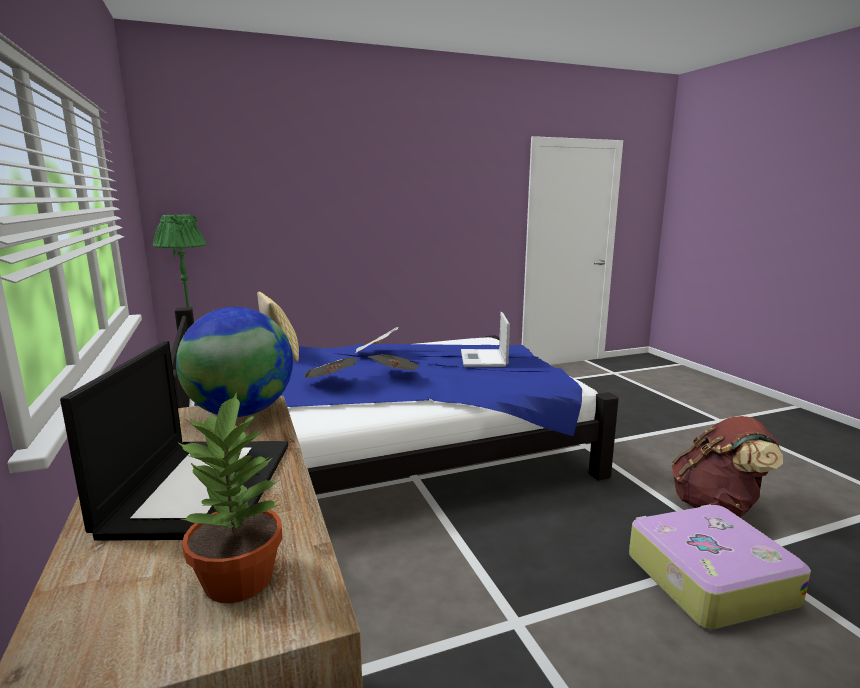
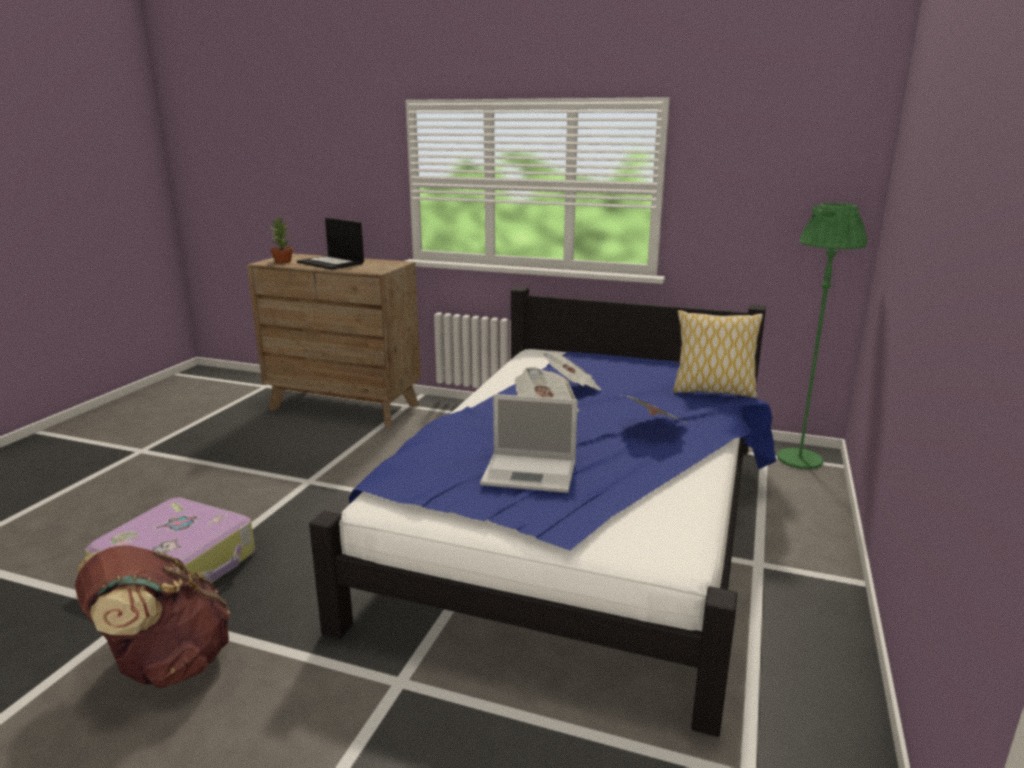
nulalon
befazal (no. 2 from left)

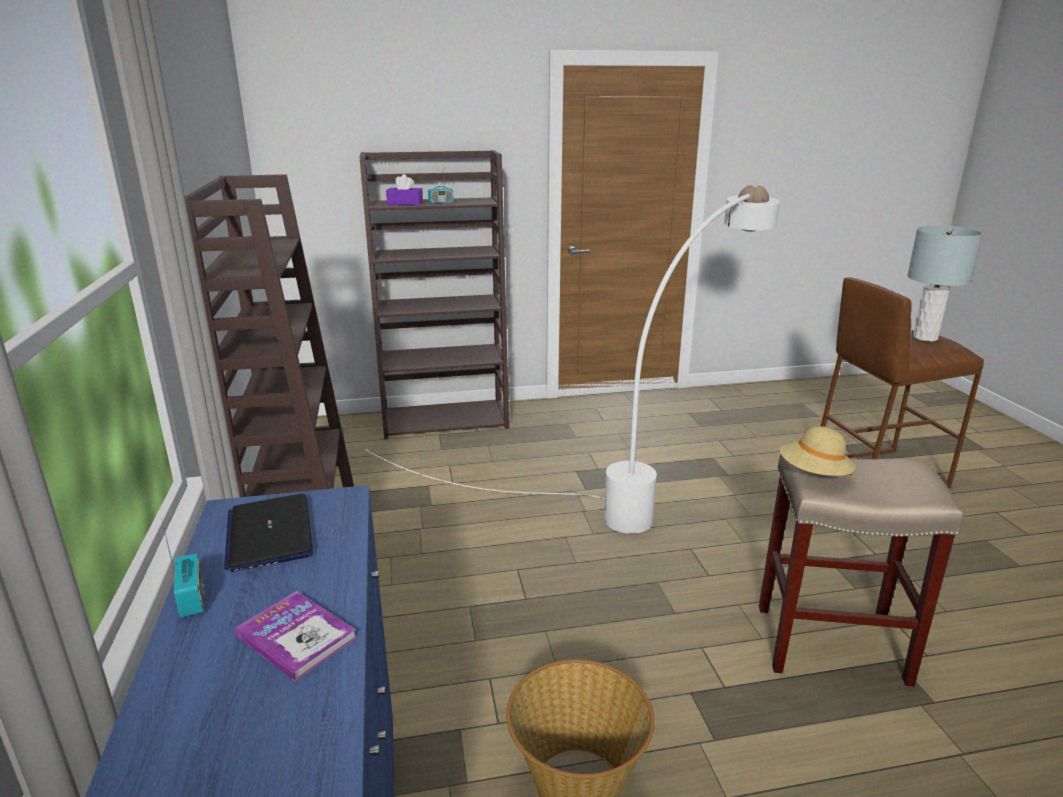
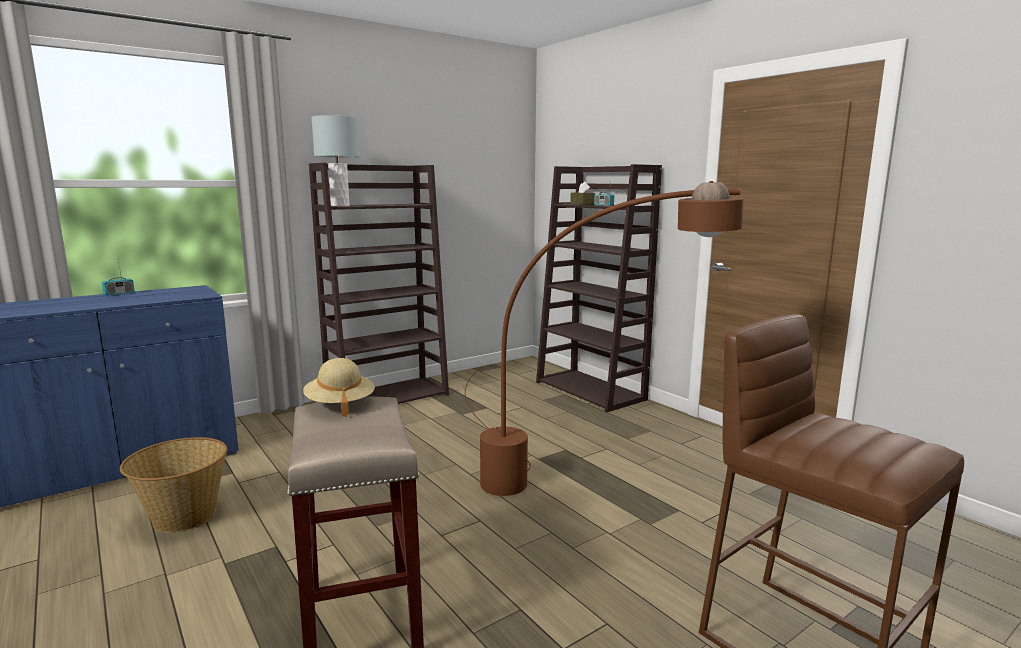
befazal
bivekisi
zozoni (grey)
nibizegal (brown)
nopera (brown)

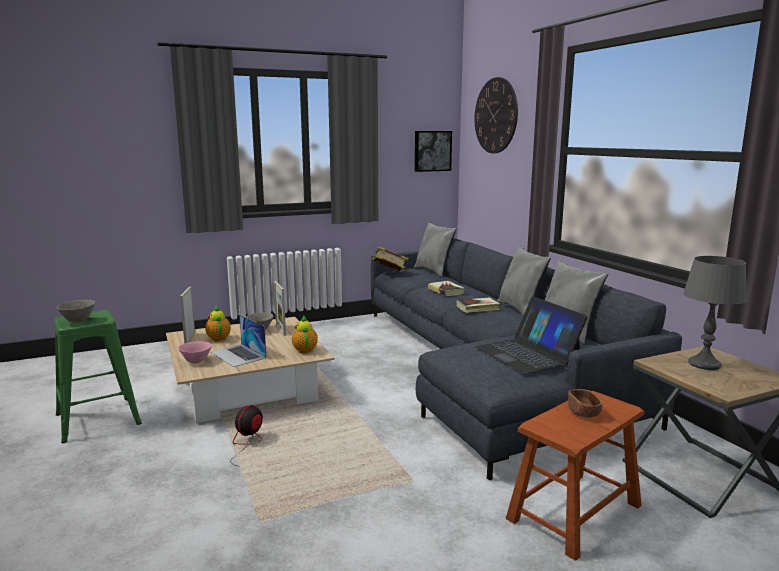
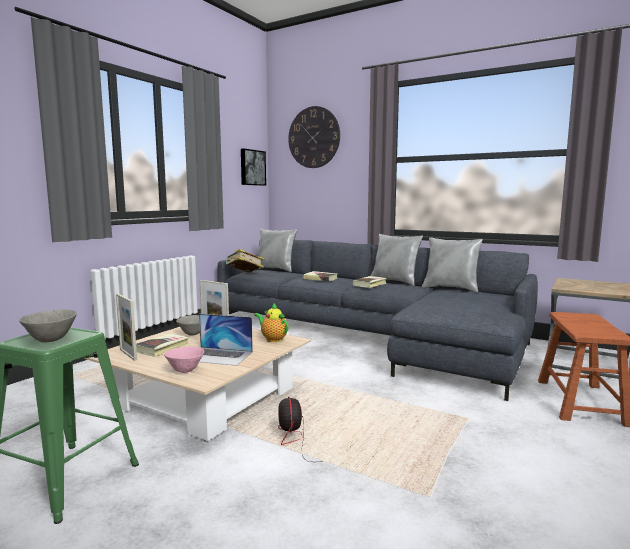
befazal (no. 2 from left in the first image)
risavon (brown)
zozoni (grey)
bivekisi (no. 1 from left)

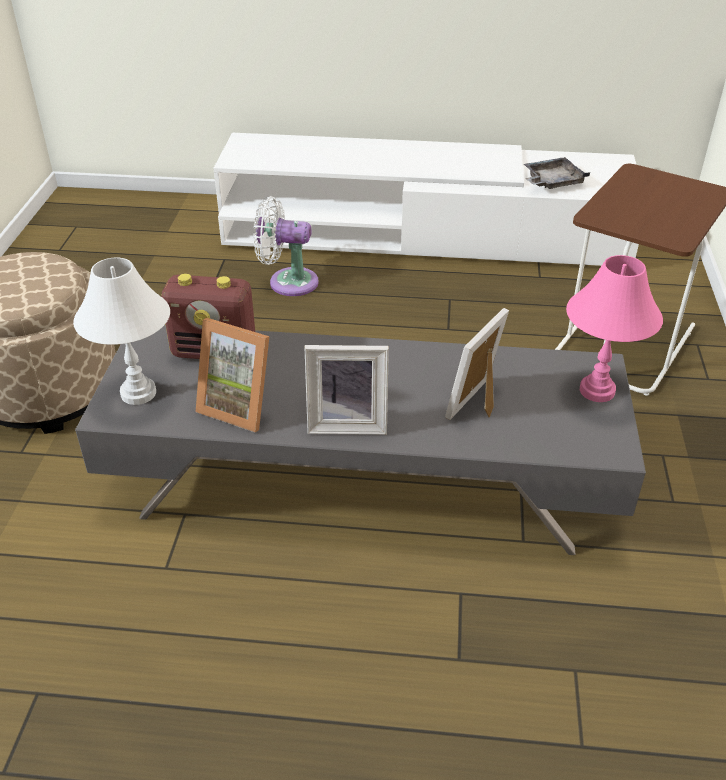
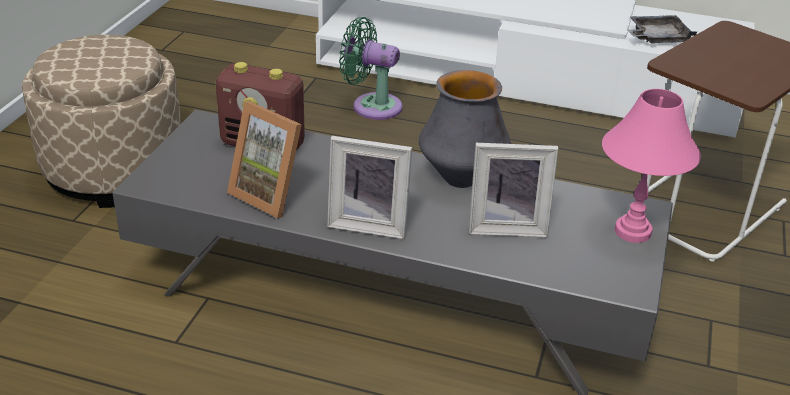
zozoni (white)
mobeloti
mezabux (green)
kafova (no. 3 from left)

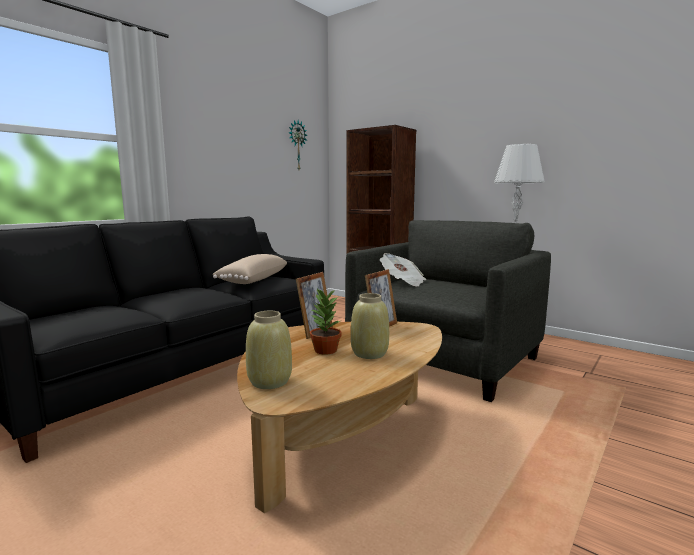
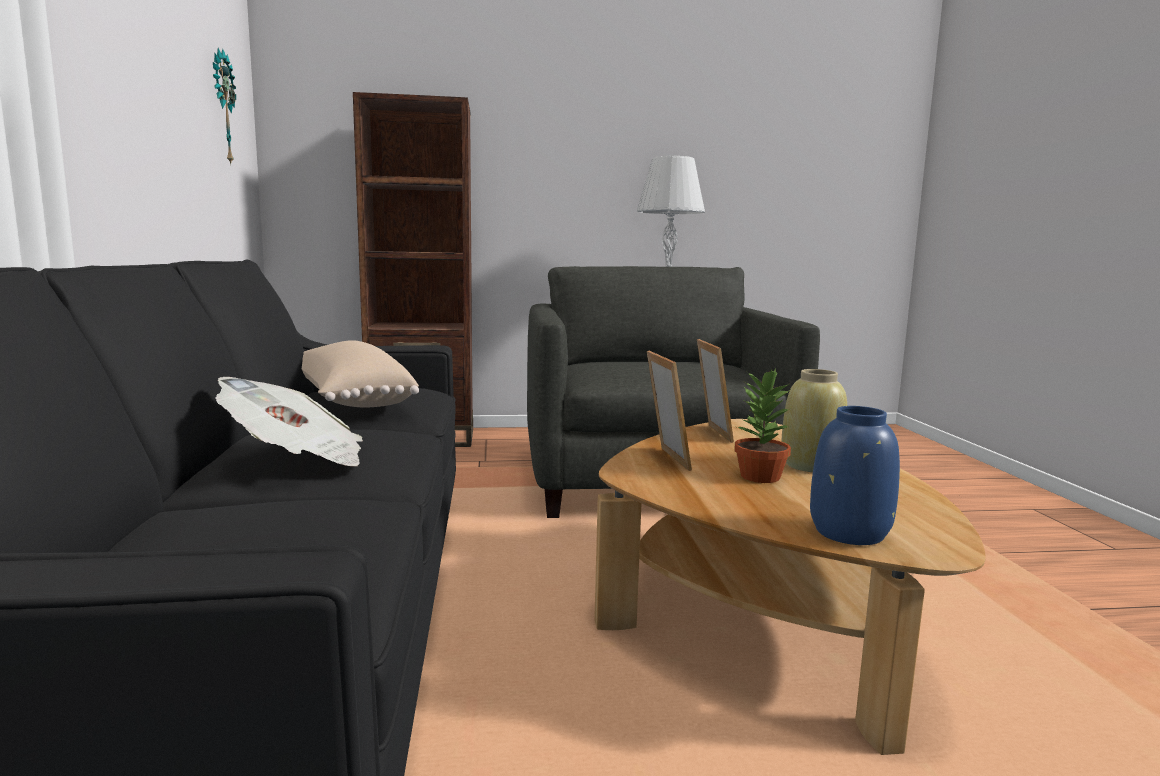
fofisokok
mobeloti (blue)

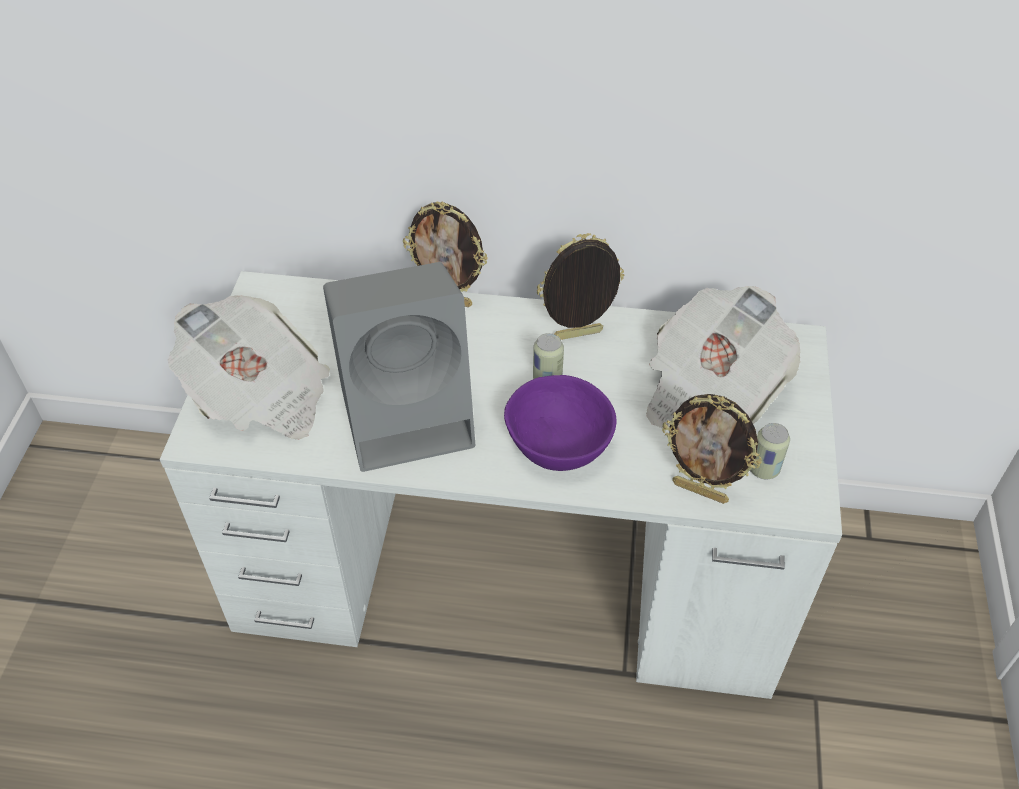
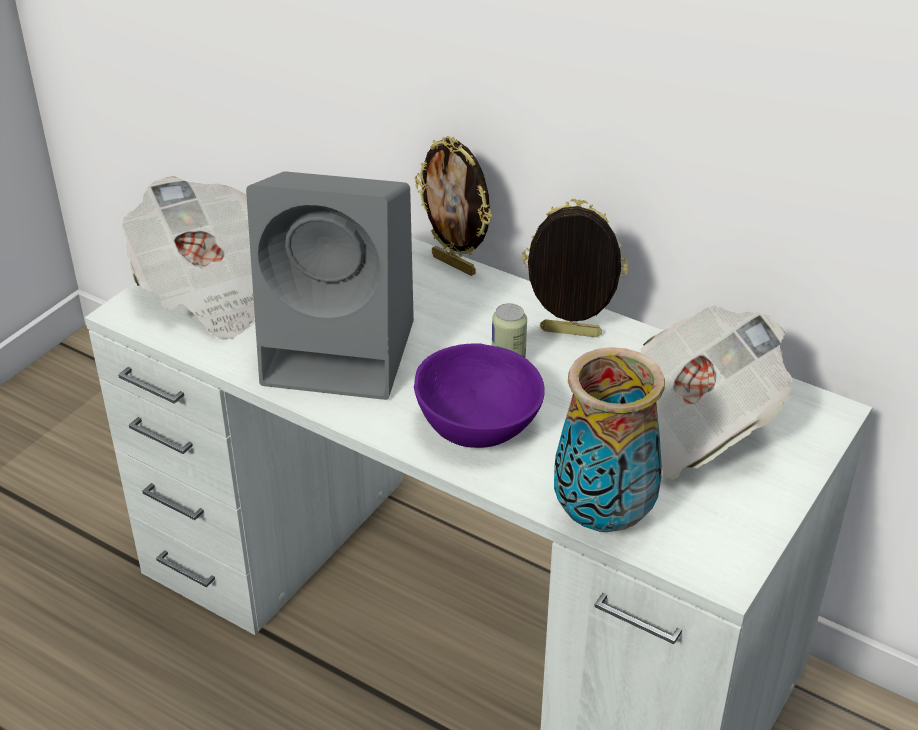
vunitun (no. 2 from left in the first image)
mobeloti

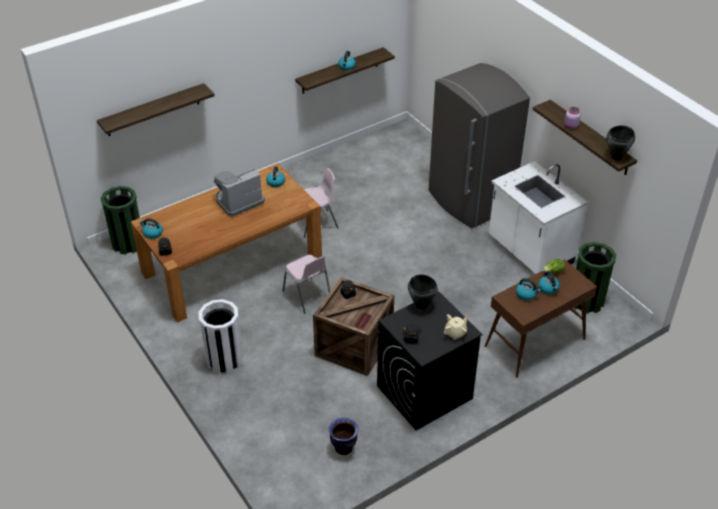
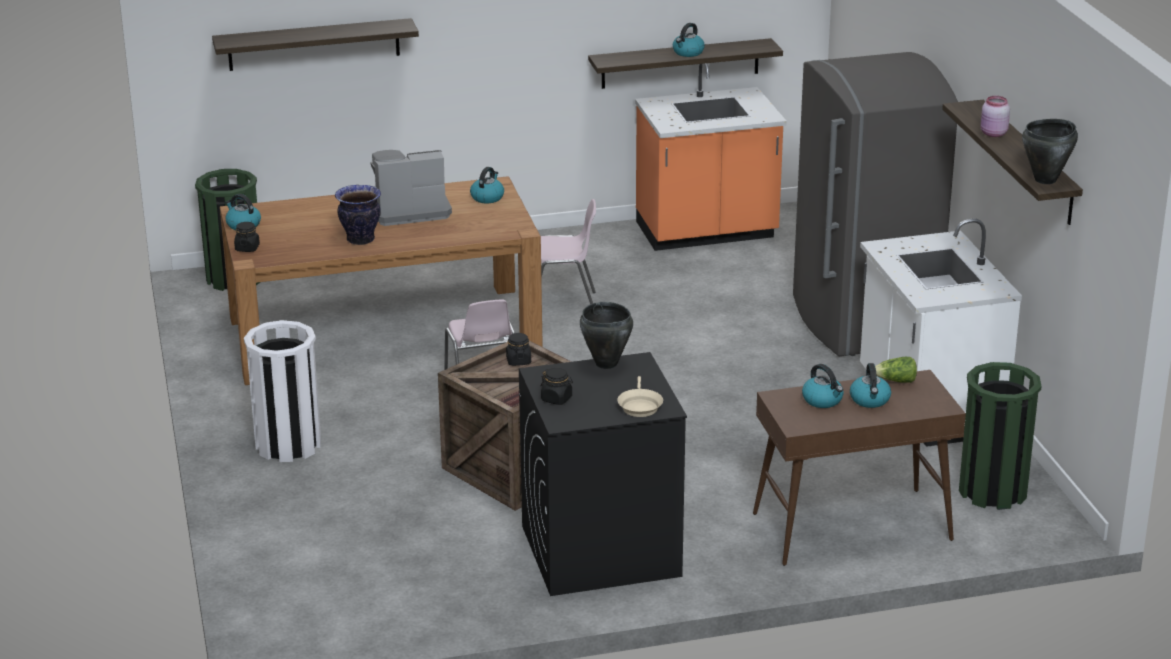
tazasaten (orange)
mobeloti
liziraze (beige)

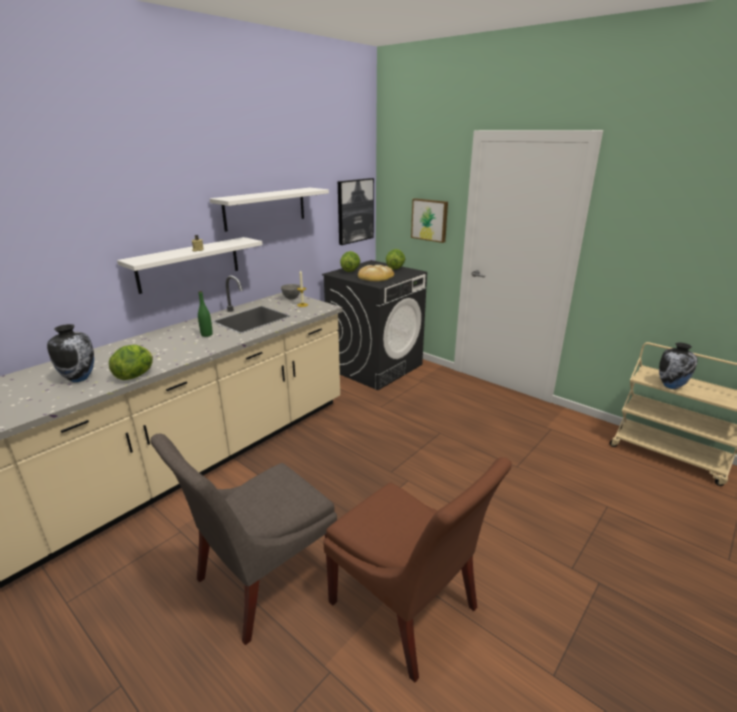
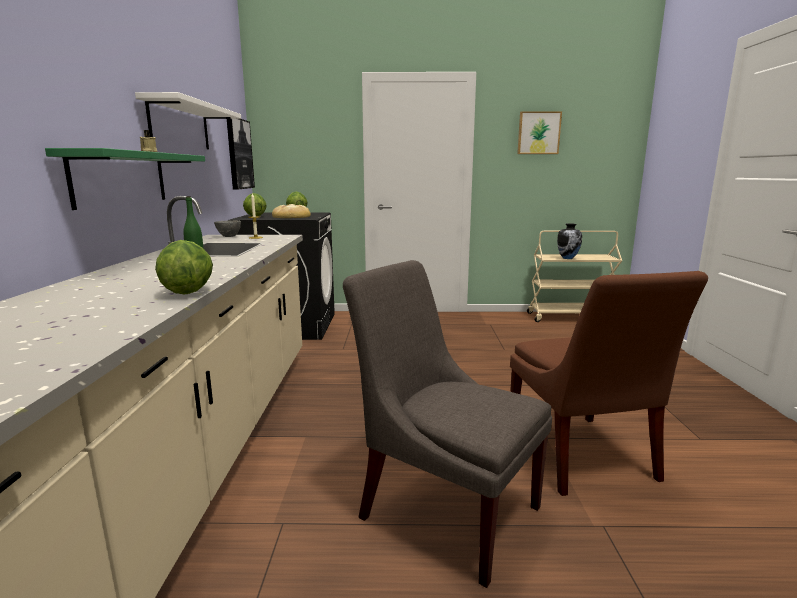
mobeloti (no. 1 from left in the first image)
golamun (no. 2 from left)
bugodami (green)
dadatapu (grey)
dadatapu (brown)

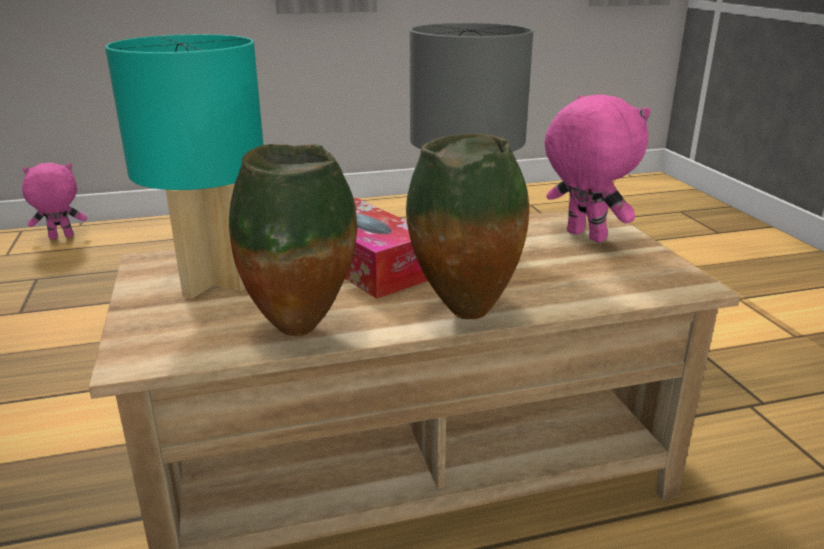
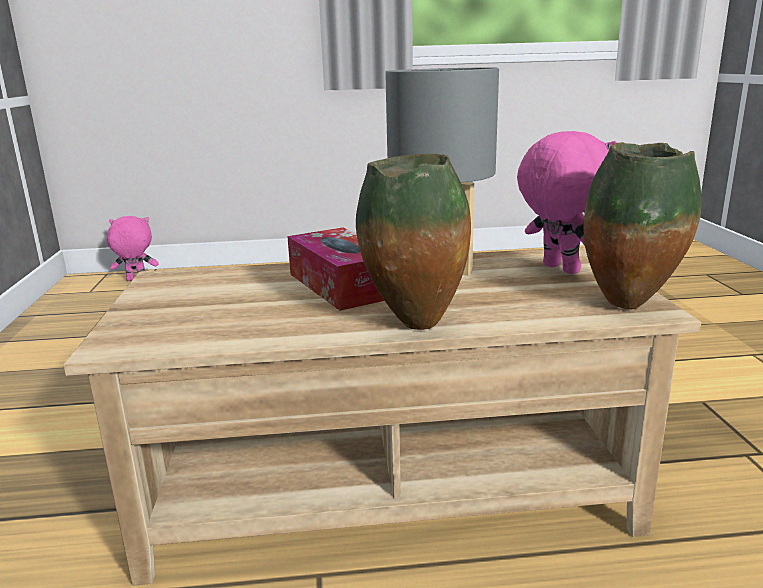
zozoni (turquoise)
mobeloti (no. 2 from left)

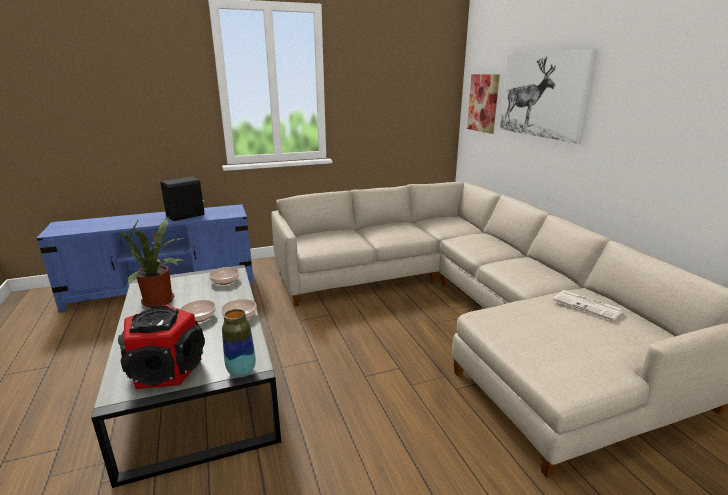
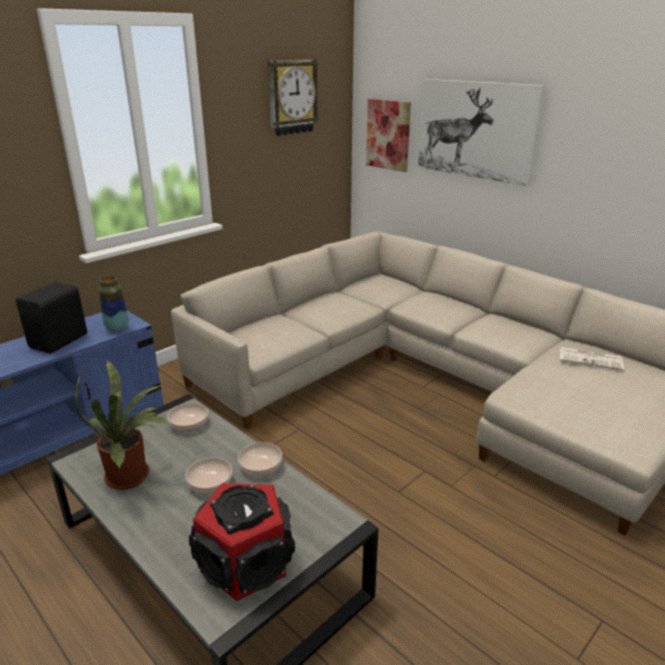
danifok
mobeloti

